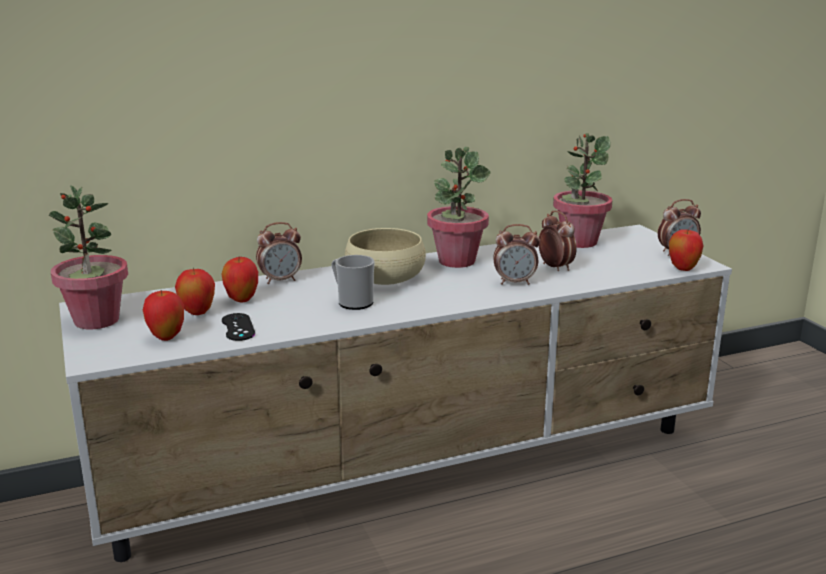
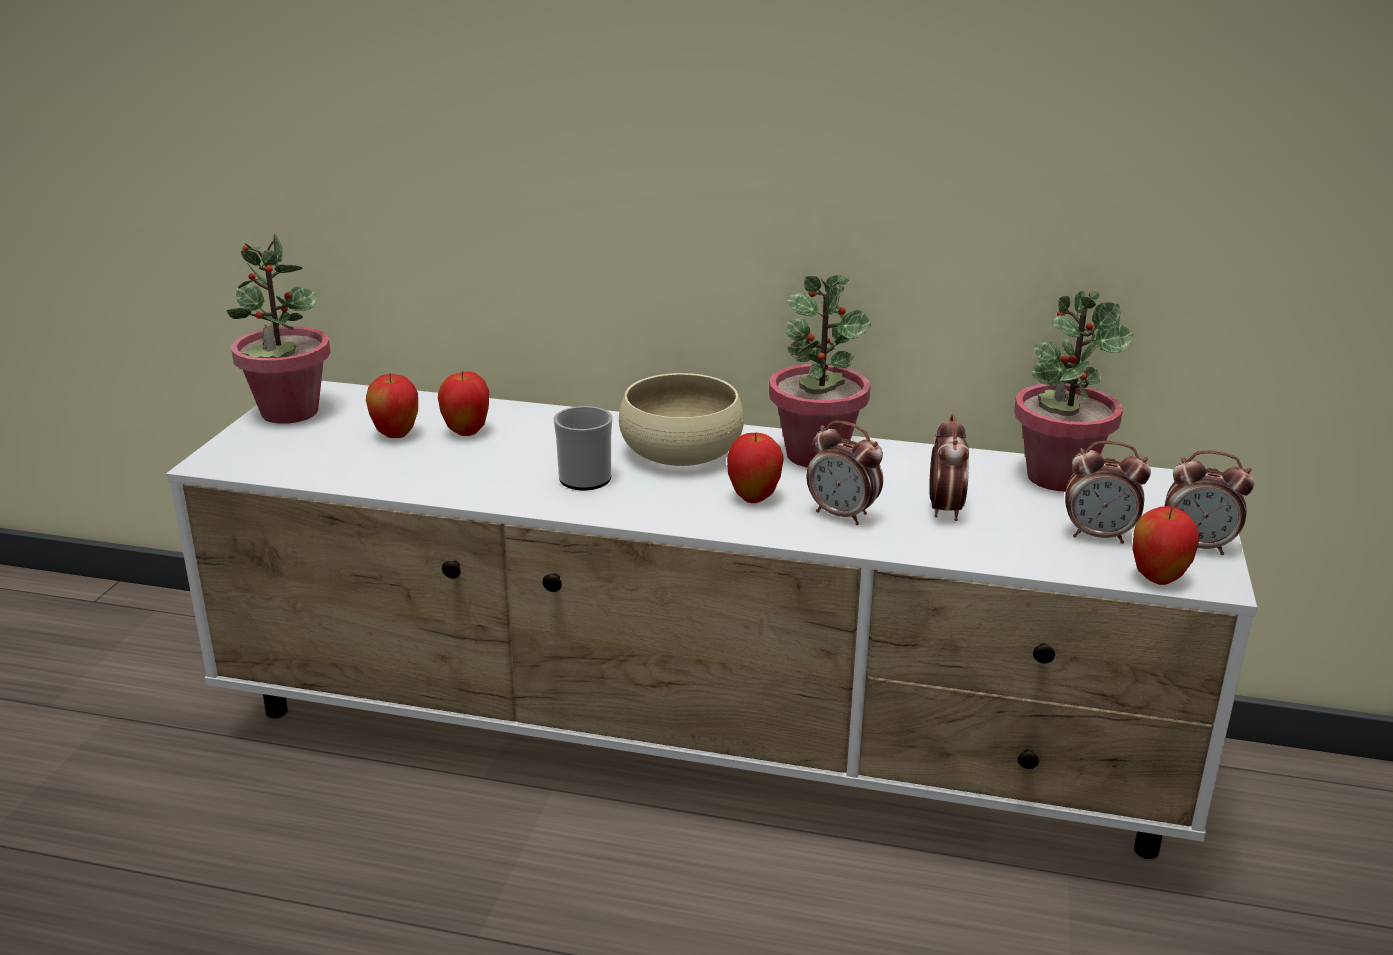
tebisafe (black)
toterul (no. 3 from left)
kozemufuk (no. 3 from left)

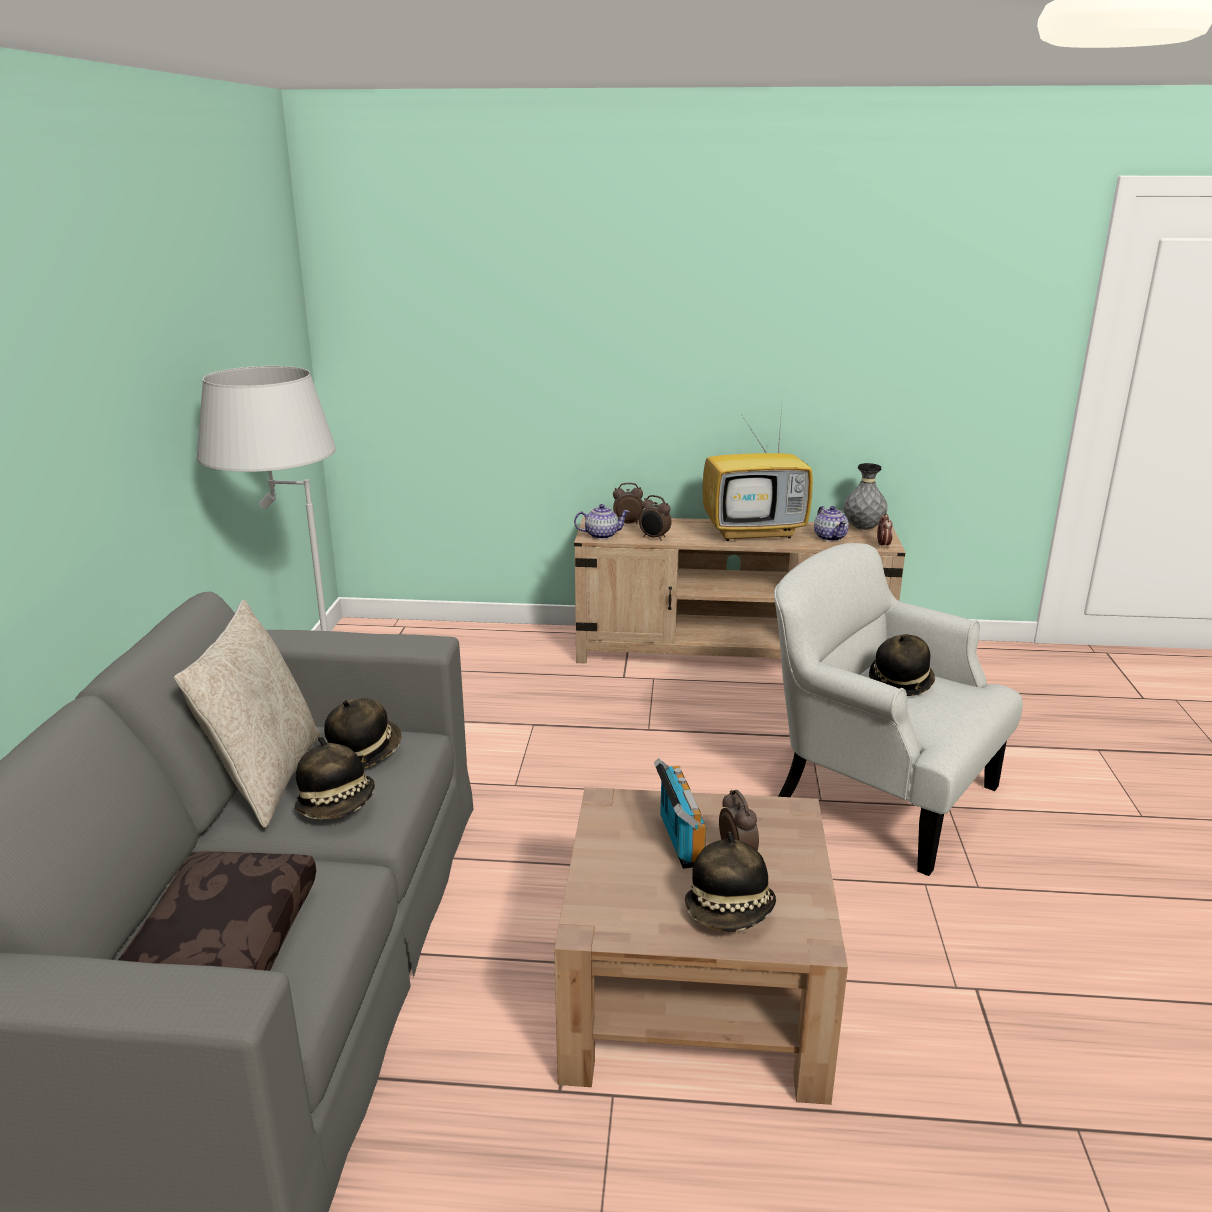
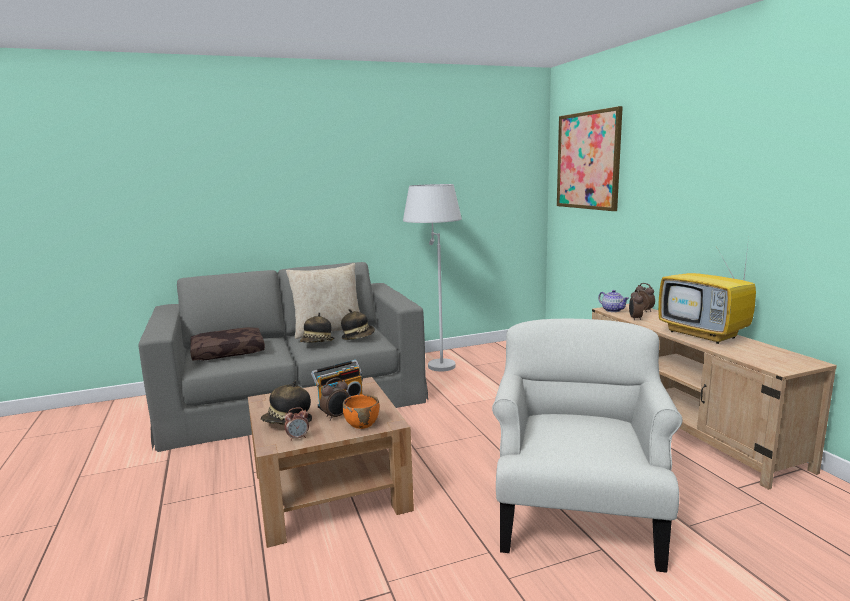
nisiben (no. 2 from left in the first image)
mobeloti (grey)
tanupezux (no. 4 from left in the first image)
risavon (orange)
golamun
kozemufuk (no. 1 from left)

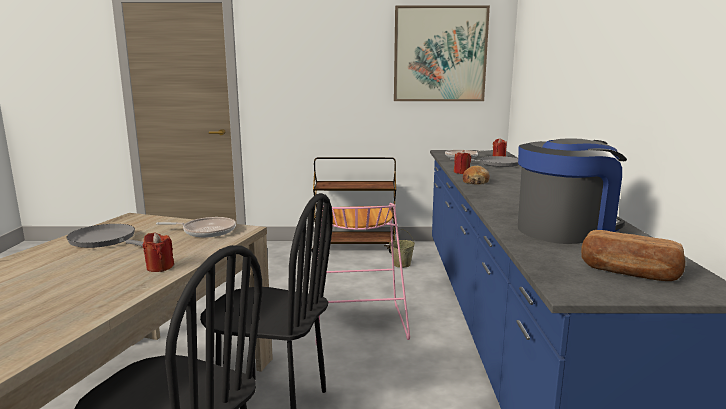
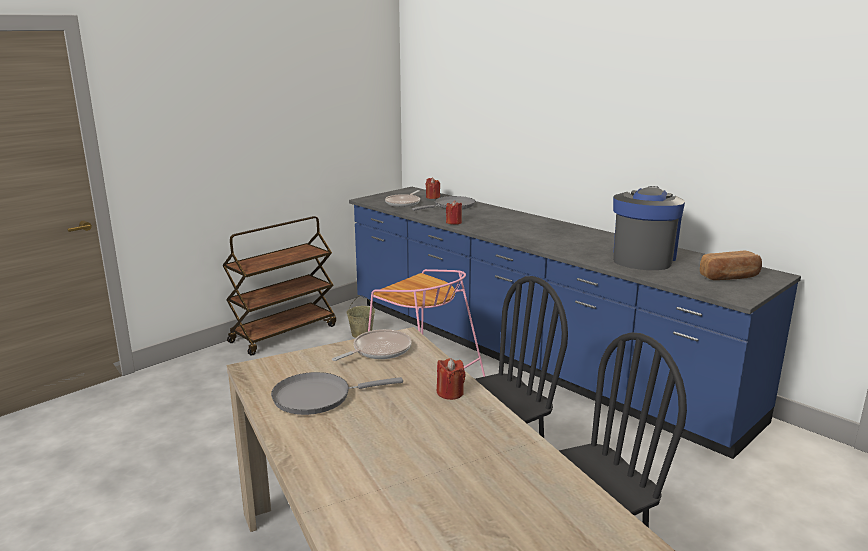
golamun
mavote (no. 1 from left in the first image)

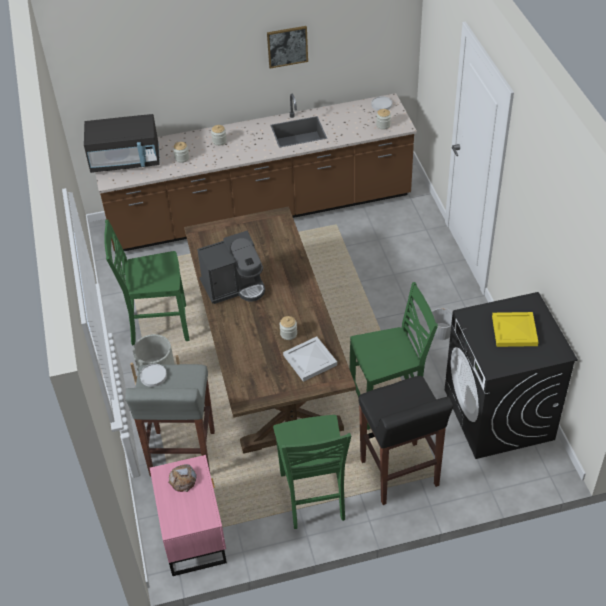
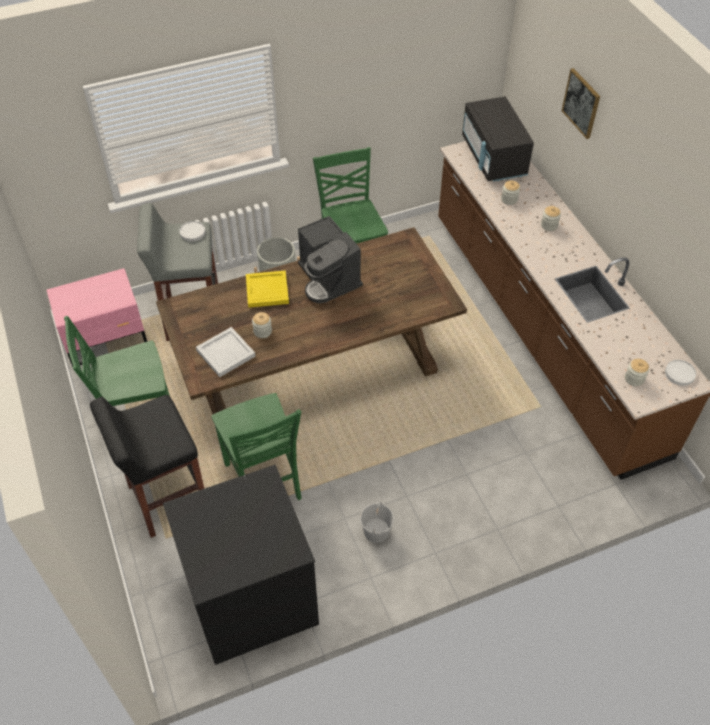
mavote
golamun
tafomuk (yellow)

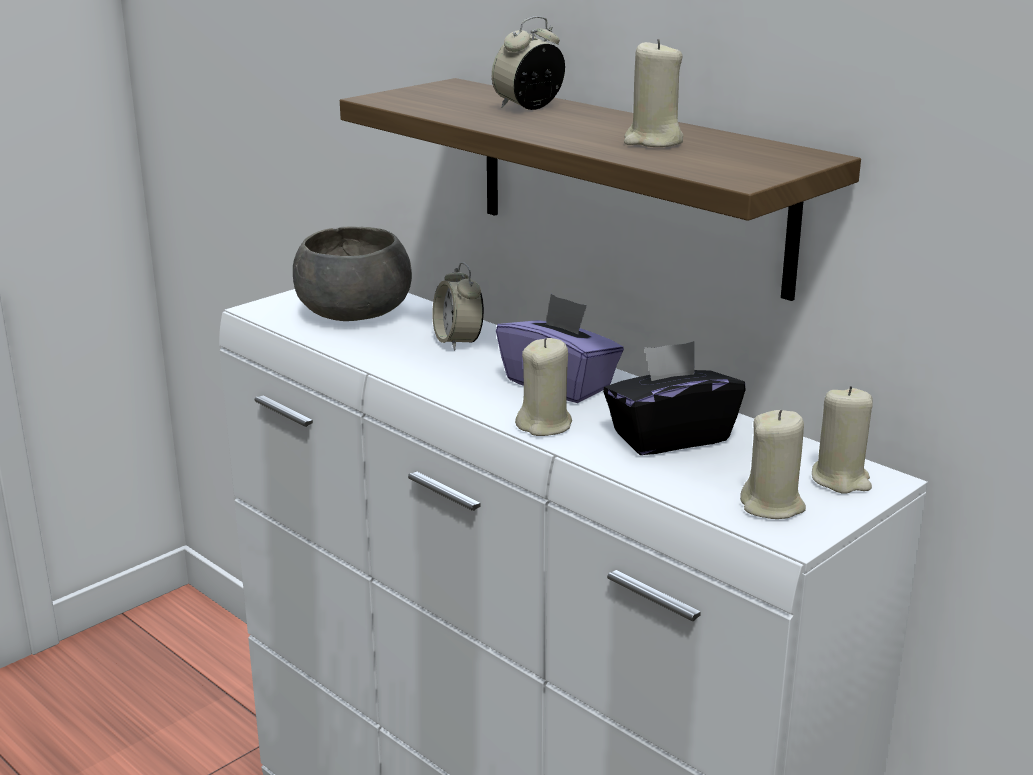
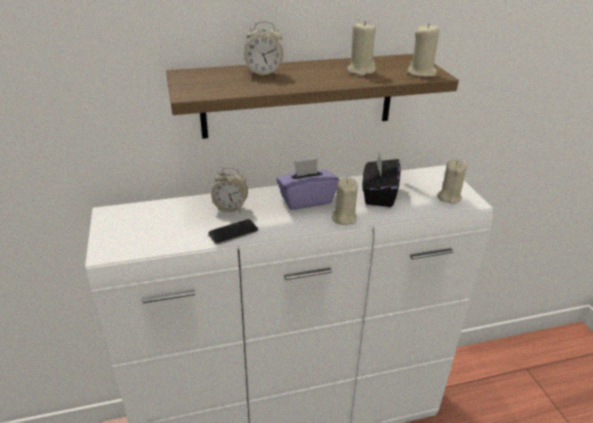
risavon (grey)
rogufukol
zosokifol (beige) (no. 3 from left)
kozemufuk (no. 2 from left)

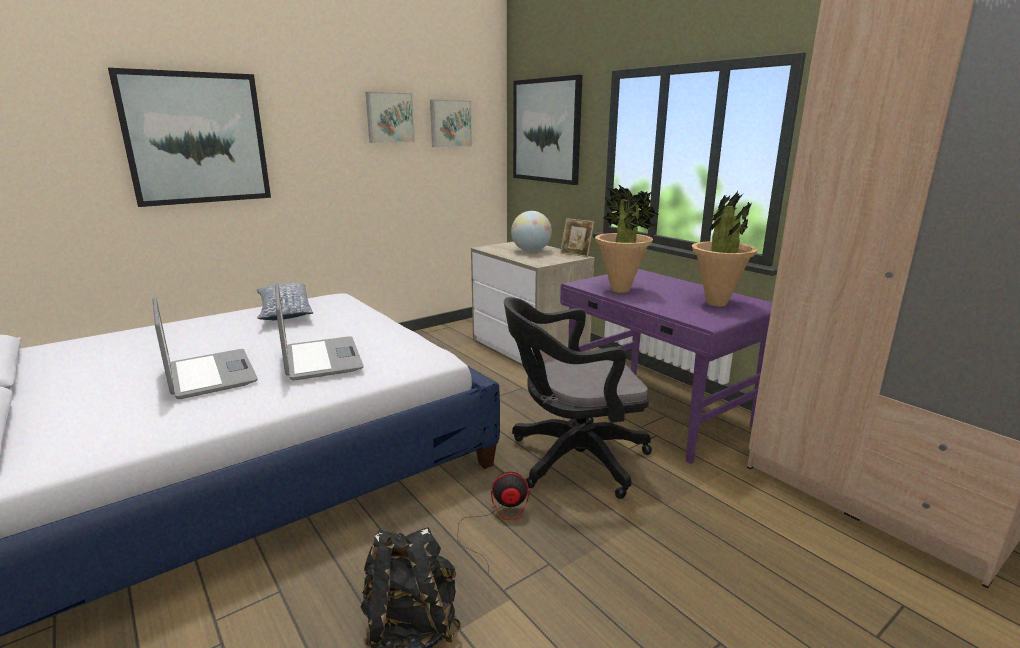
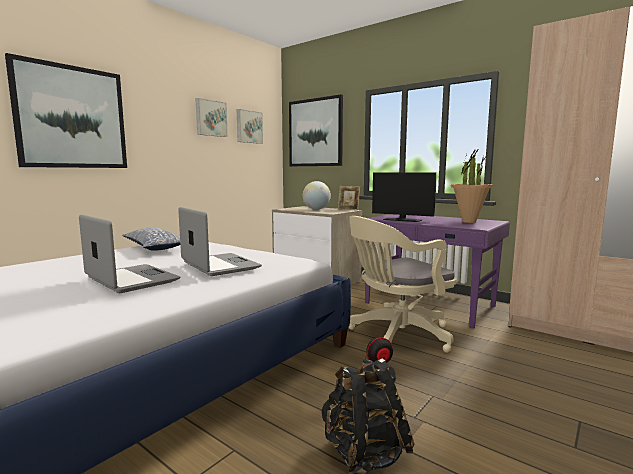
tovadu
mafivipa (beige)

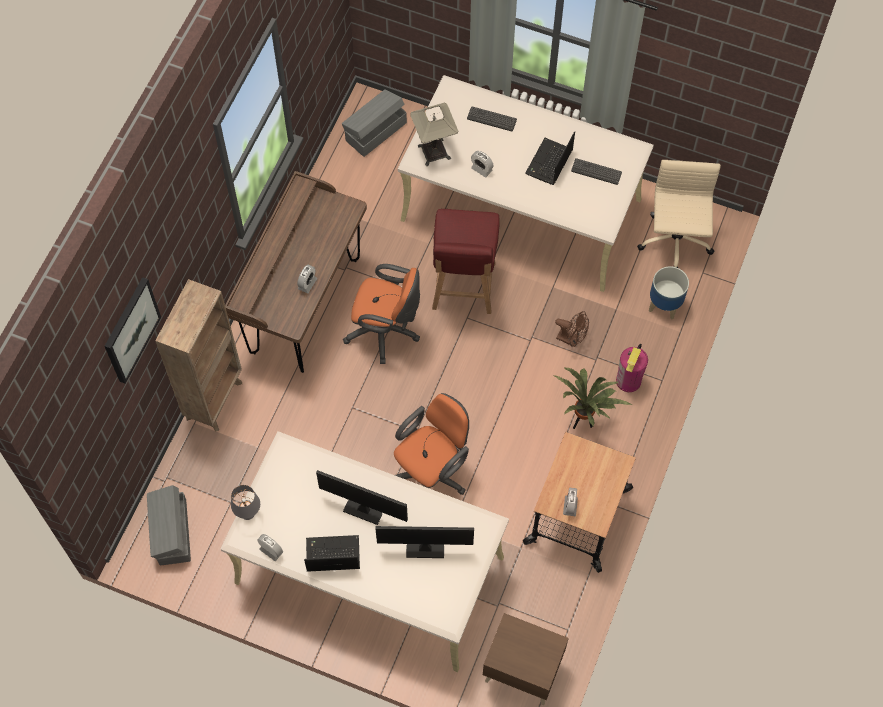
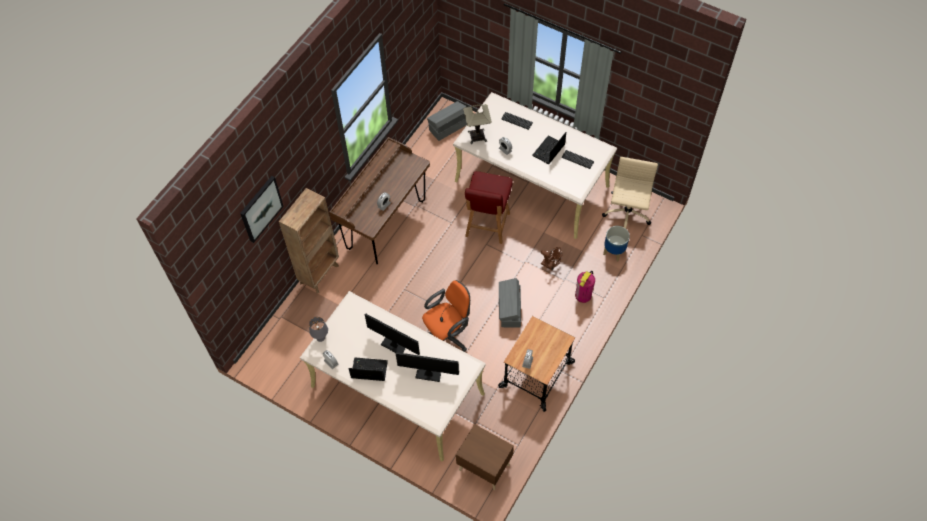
mafivipa (orange) (no. 1 from left in the first image)
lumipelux
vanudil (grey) (no. 2 from left)

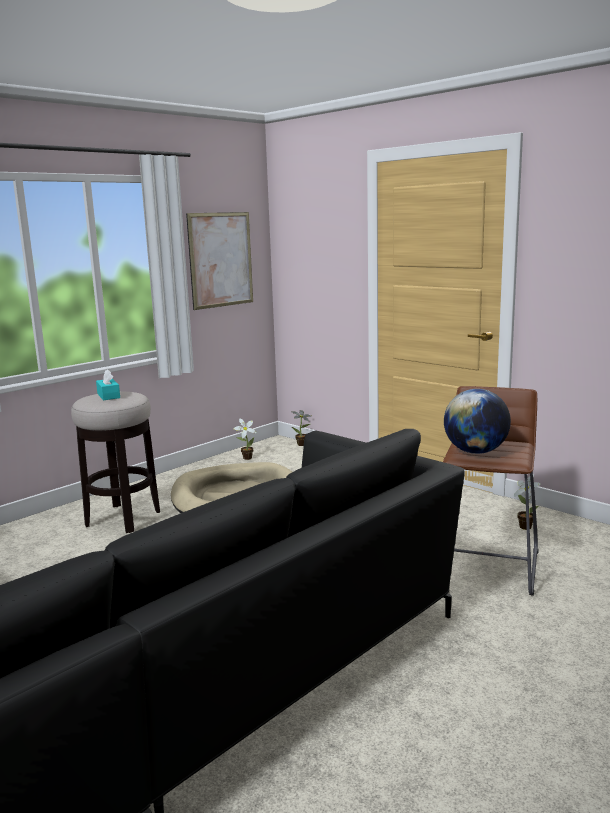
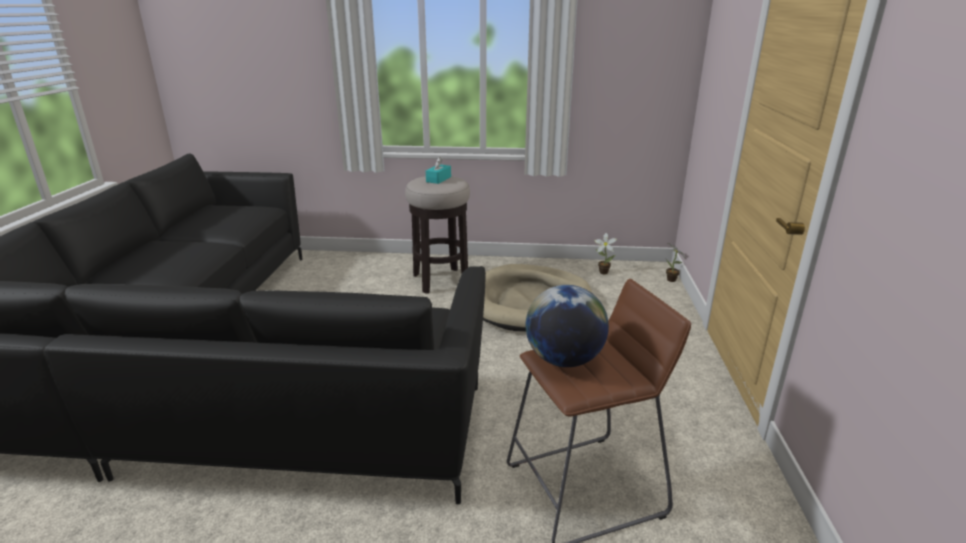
golamun
lumipelux (no. 3 from left in the first image)

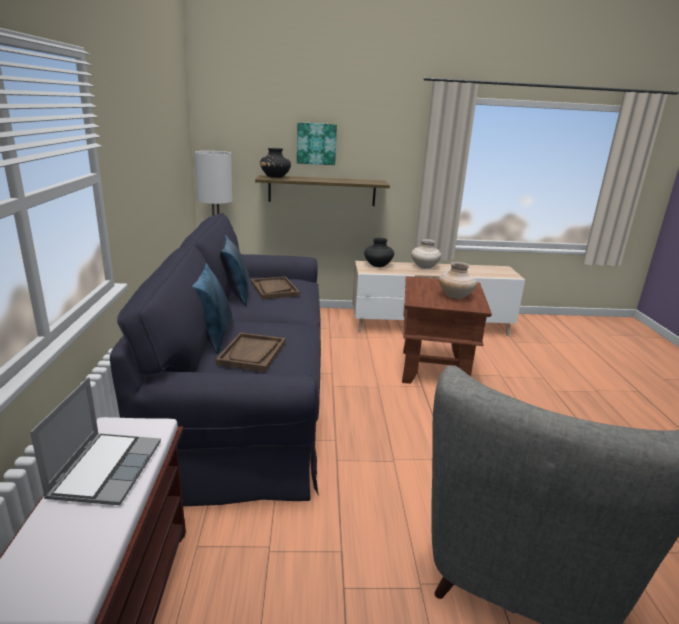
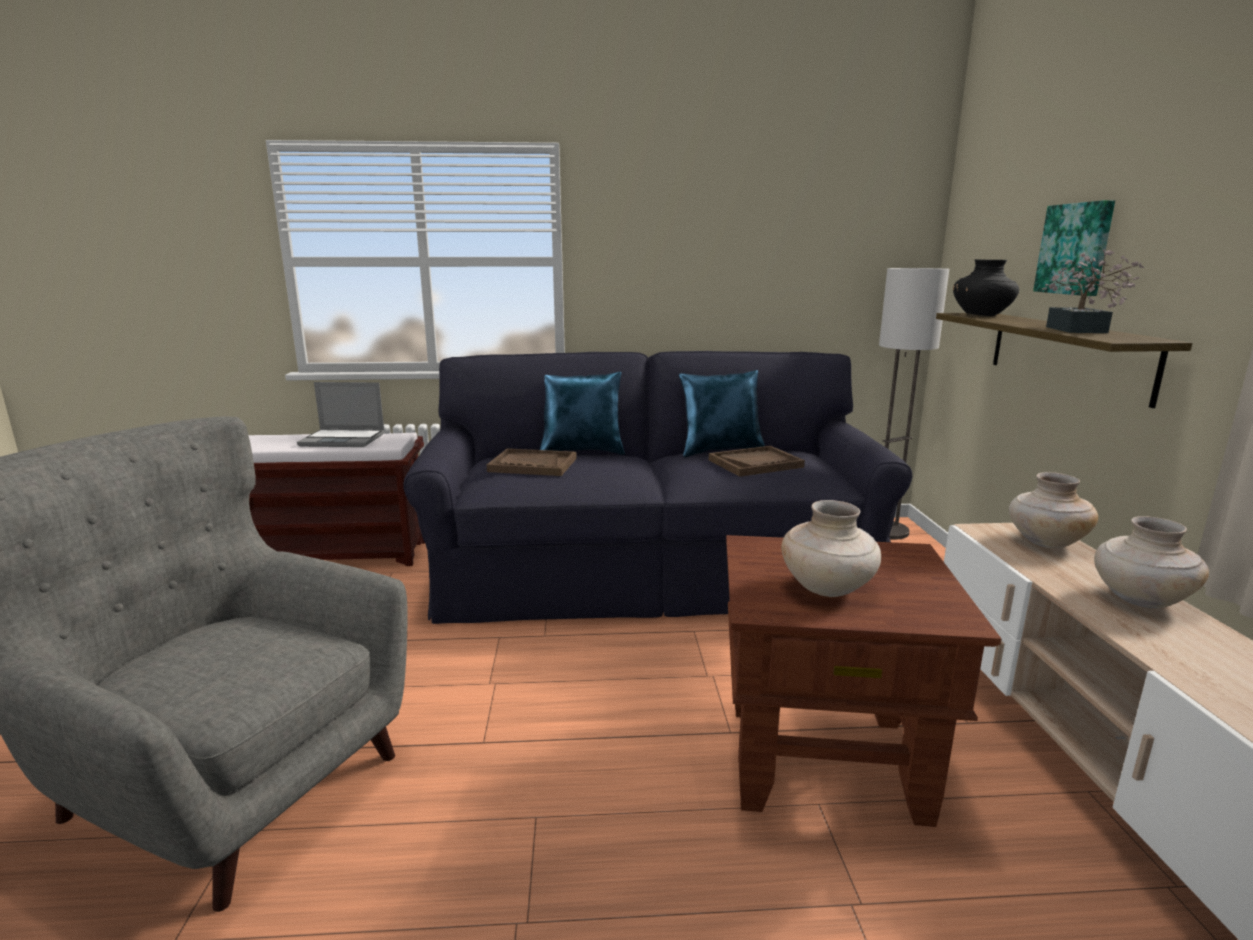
lumipelux
mobeloti (beige) (no. 2 from left)

